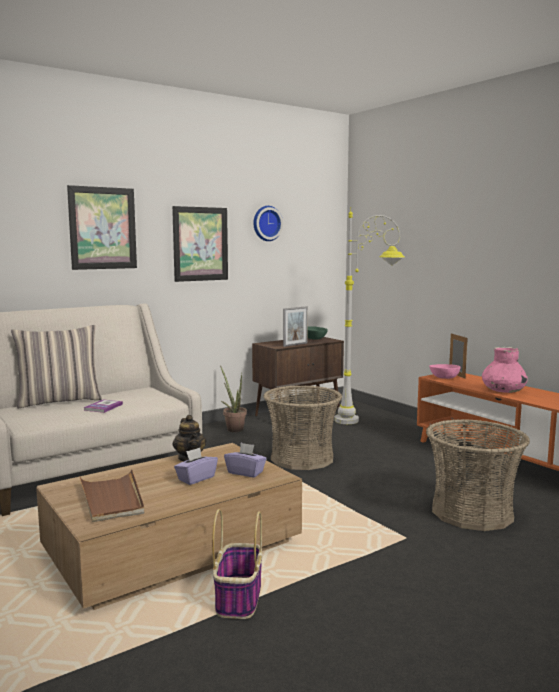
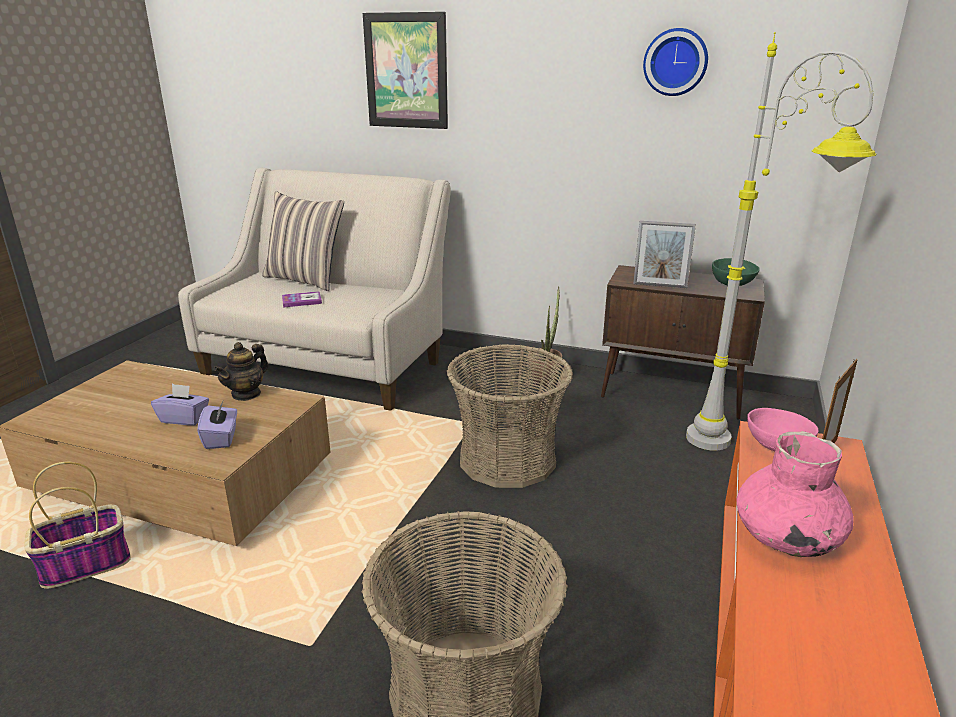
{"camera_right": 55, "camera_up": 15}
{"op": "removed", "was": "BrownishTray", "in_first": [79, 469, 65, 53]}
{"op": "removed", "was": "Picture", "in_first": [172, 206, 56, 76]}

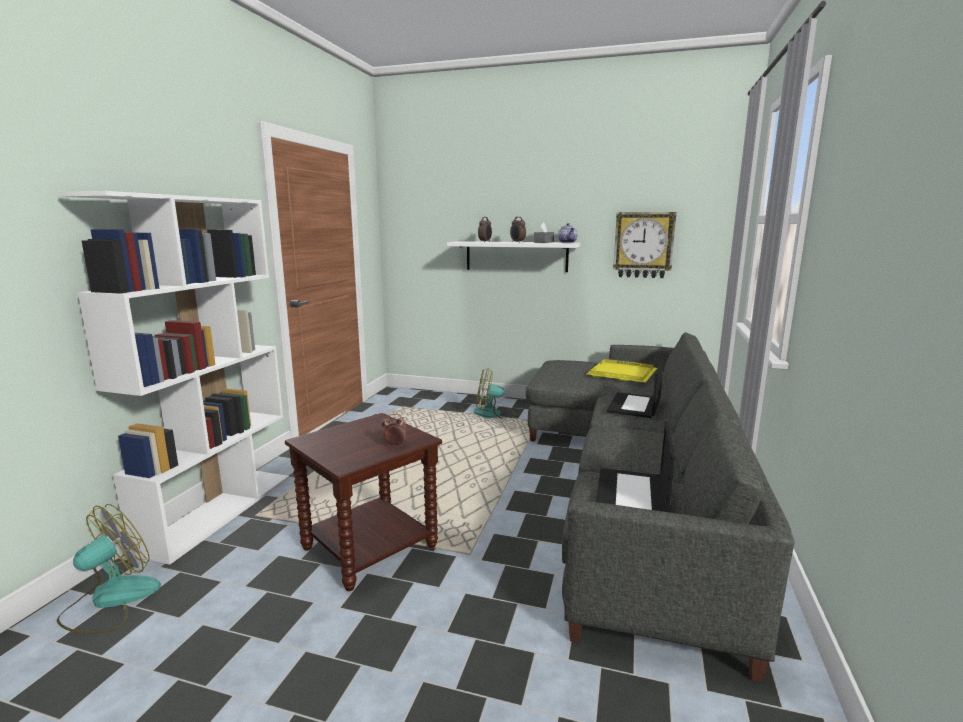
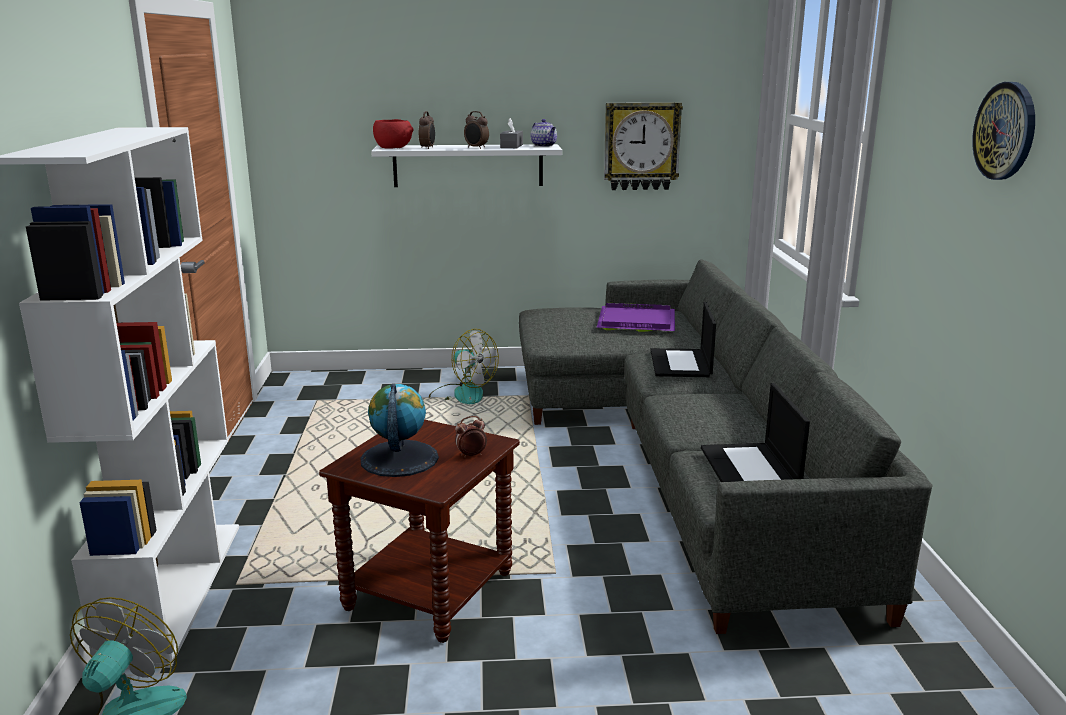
{"camera_right": -20, "camera_up": 5}
{"op": "added", "now": "Globe", "in_second": [360, 384, 79, 93]}
{"op": "added", "now": "RedDeepDish", "in_second": [373, 119, 41, 30]}
{"op": "turned", "was": "CoolingFan", "in_first": [474, 368, 41, 50], "in_second": [429, 329, 70, 75], "clockwise": -120}
{"op": "recoloured", "was": "YellowishTray", "now": "PurpleTray", "in_first": [587, 359, 70, 23], "in_second": [596, 303, 79, 29]}
{"op": "added", "now": "WallClock", "in_second": [972, 82, 63, 98]}

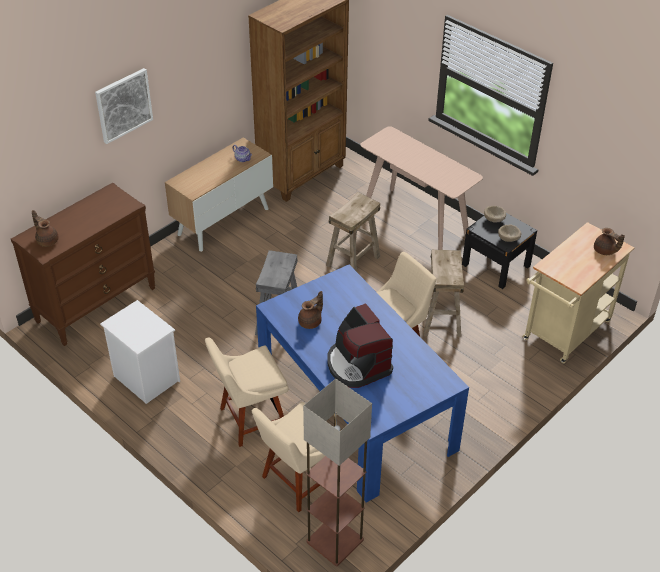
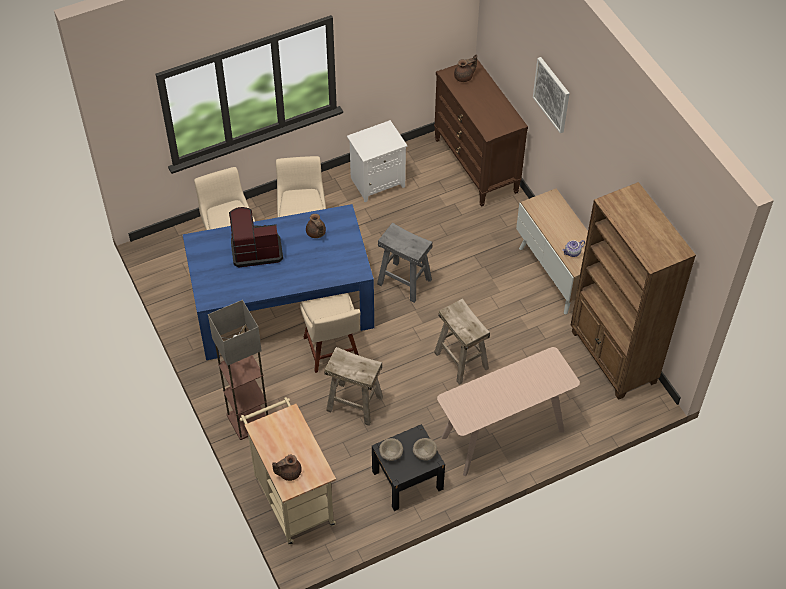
{"camera_right": 110, "camera_up": 10}
{"op": "moved", "was": "StandingLamp", "in_first": [303, 378, 69, 188], "in_second": [208, 300, 60, 140]}

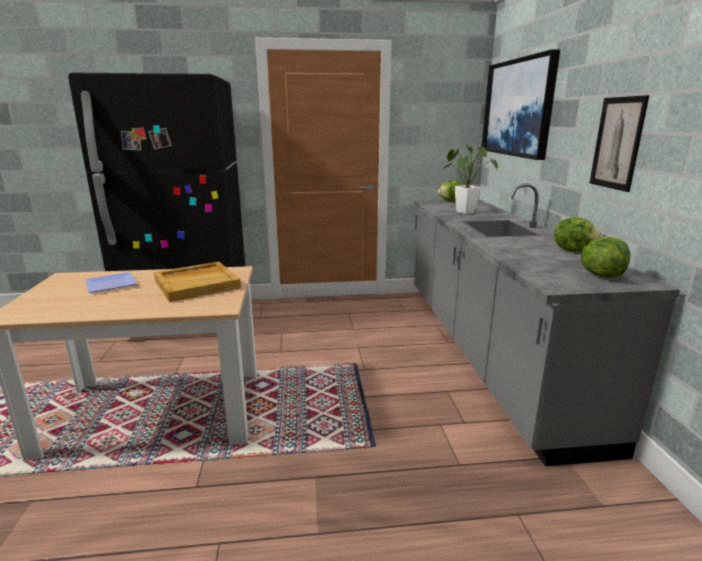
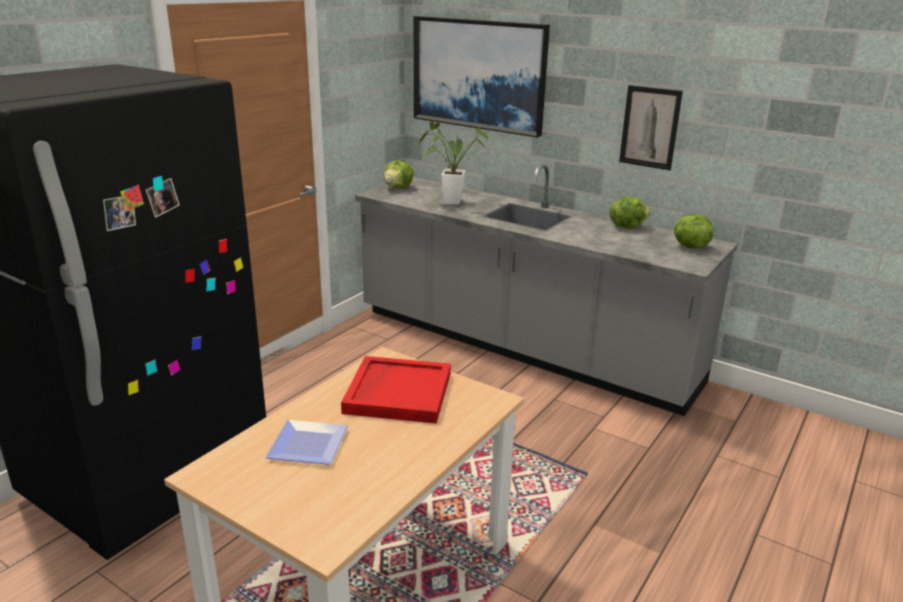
{"camera_right": -50, "camera_up": 5}
{"op": "recoloured", "was": "SandColouredTray", "now": "RedTray", "in_first": [154, 262, 87, 40], "in_second": [341, 356, 110, 68]}

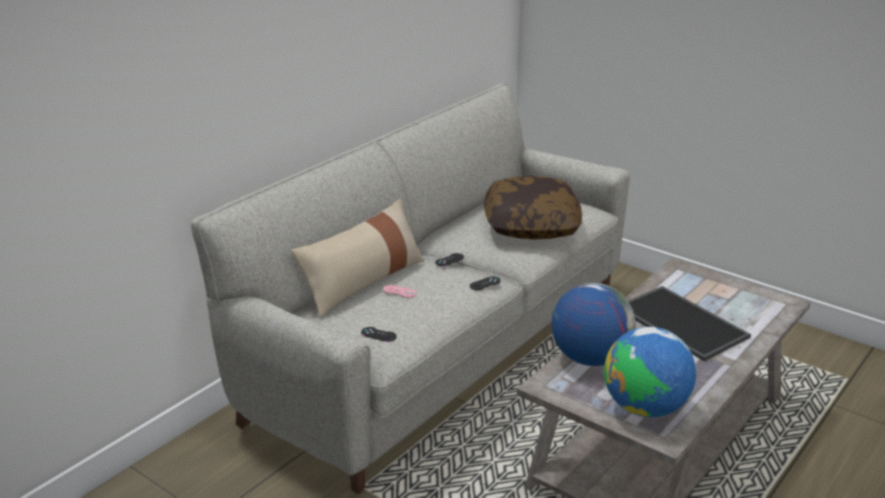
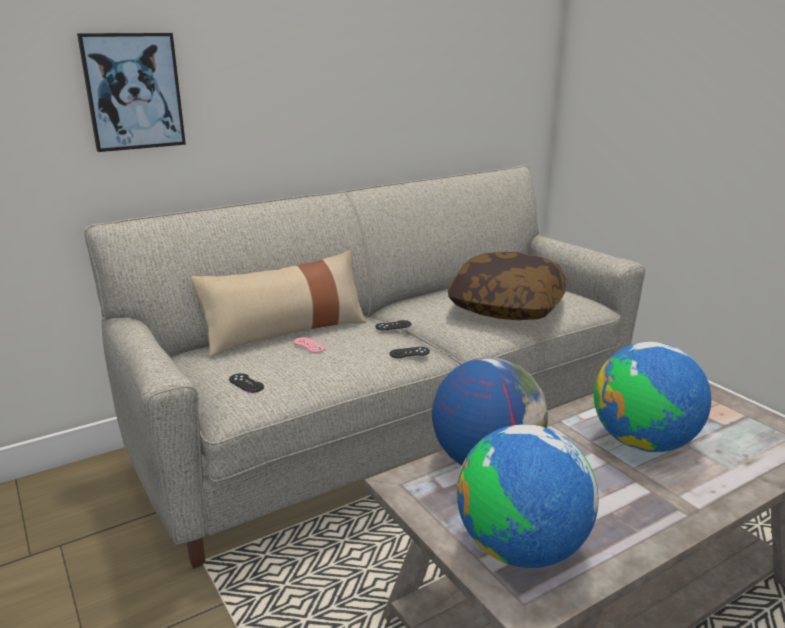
{"camera_right": 20, "camera_up": -5}
{"op": "added", "now": "Picture", "in_second": [77, 33, 109, 119]}
{"op": "replaced", "was": "Tray", "now": "Globe", "in_first": [628, 286, 123, 75], "in_second": [594, 342, 117, 111]}

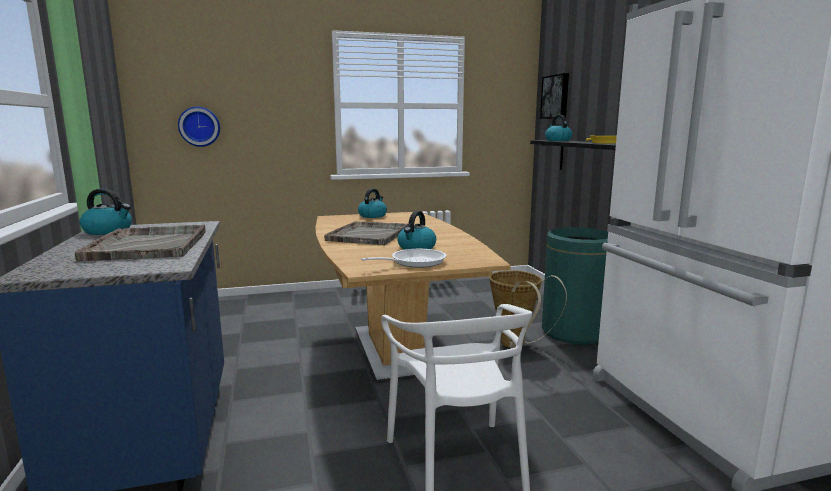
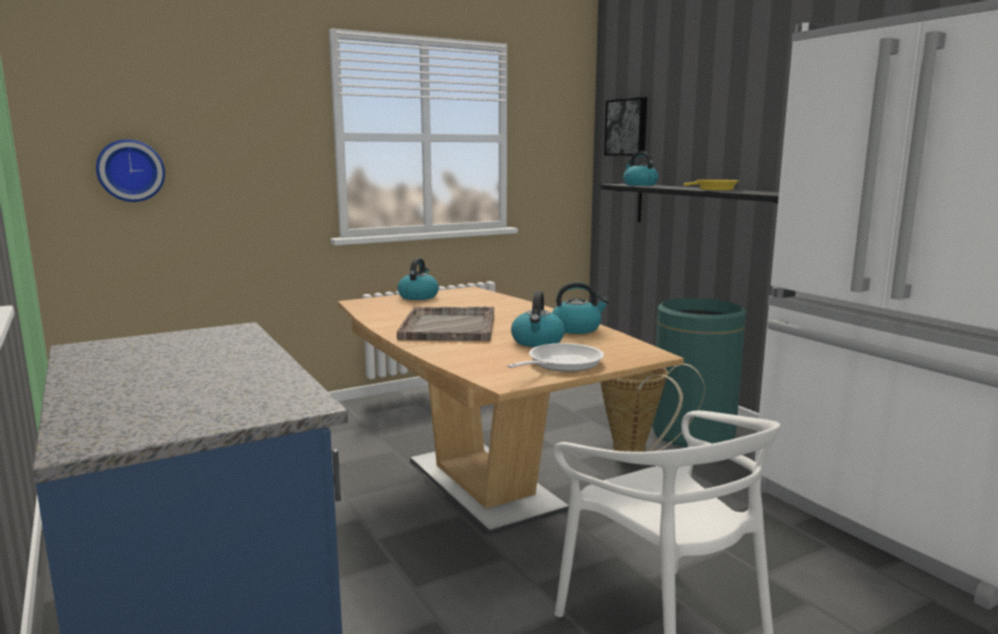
{"camera_right": -15, "camera_up": 0}
{"op": "moved", "was": "WaterKettle", "in_first": [80, 188, 52, 47], "in_second": [552, 282, 57, 52]}
{"op": "removed", "was": "GreyTray", "in_first": [75, 225, 131, 36]}

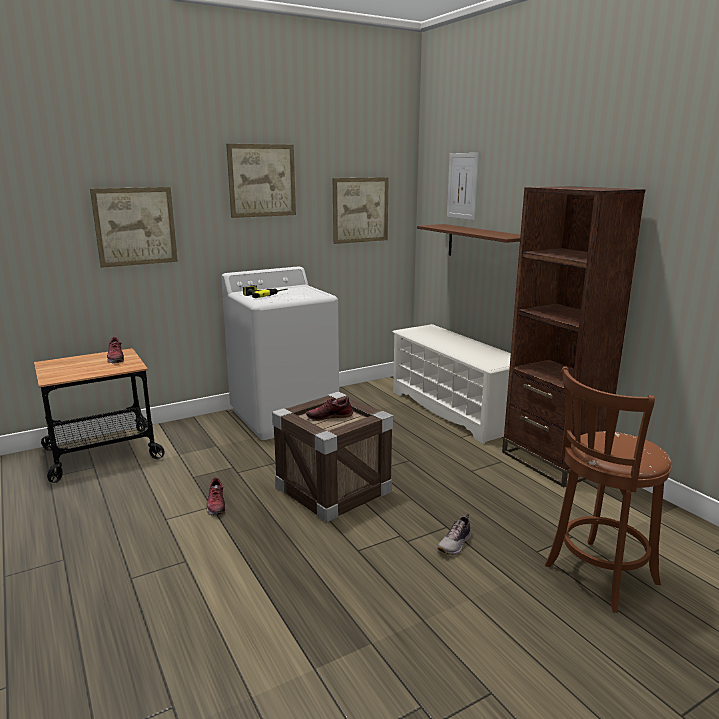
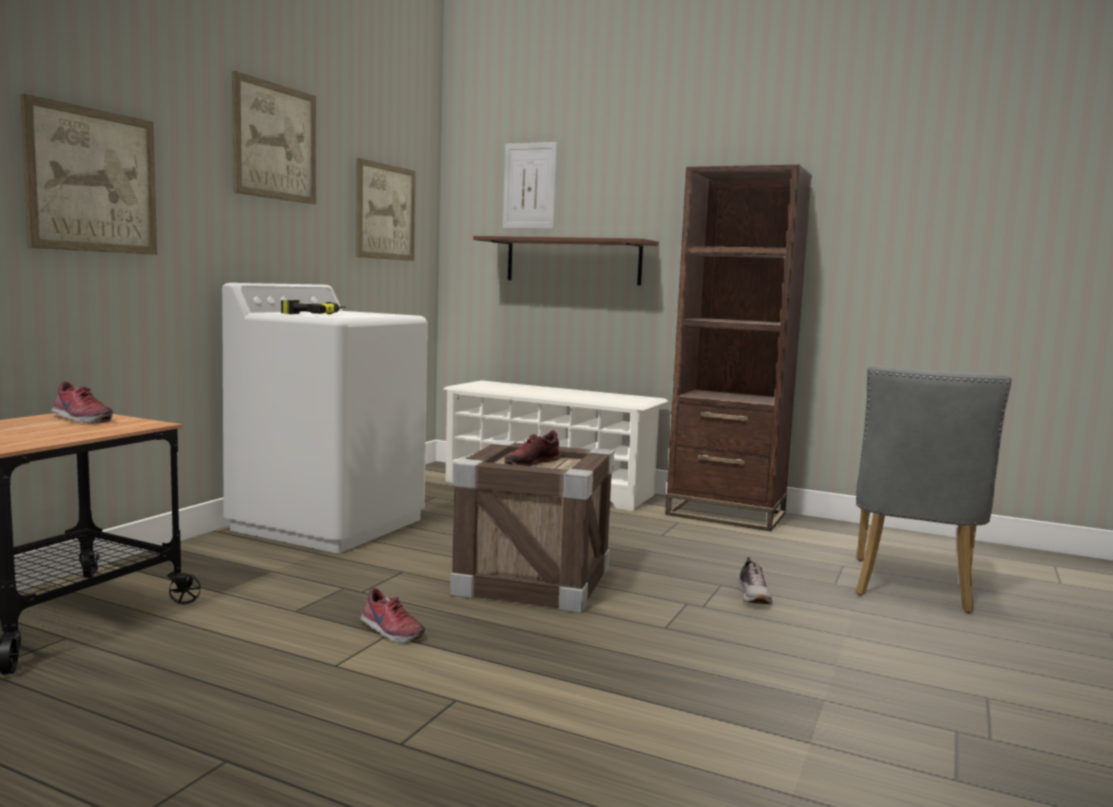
{"camera_right": -35, "camera_up": -10}
{"op": "replaced", "was": "BrownishSittingStool", "now": "GreyPlainChair", "in_first": [545, 366, 127, 247], "in_second": [856, 365, 156, 248]}

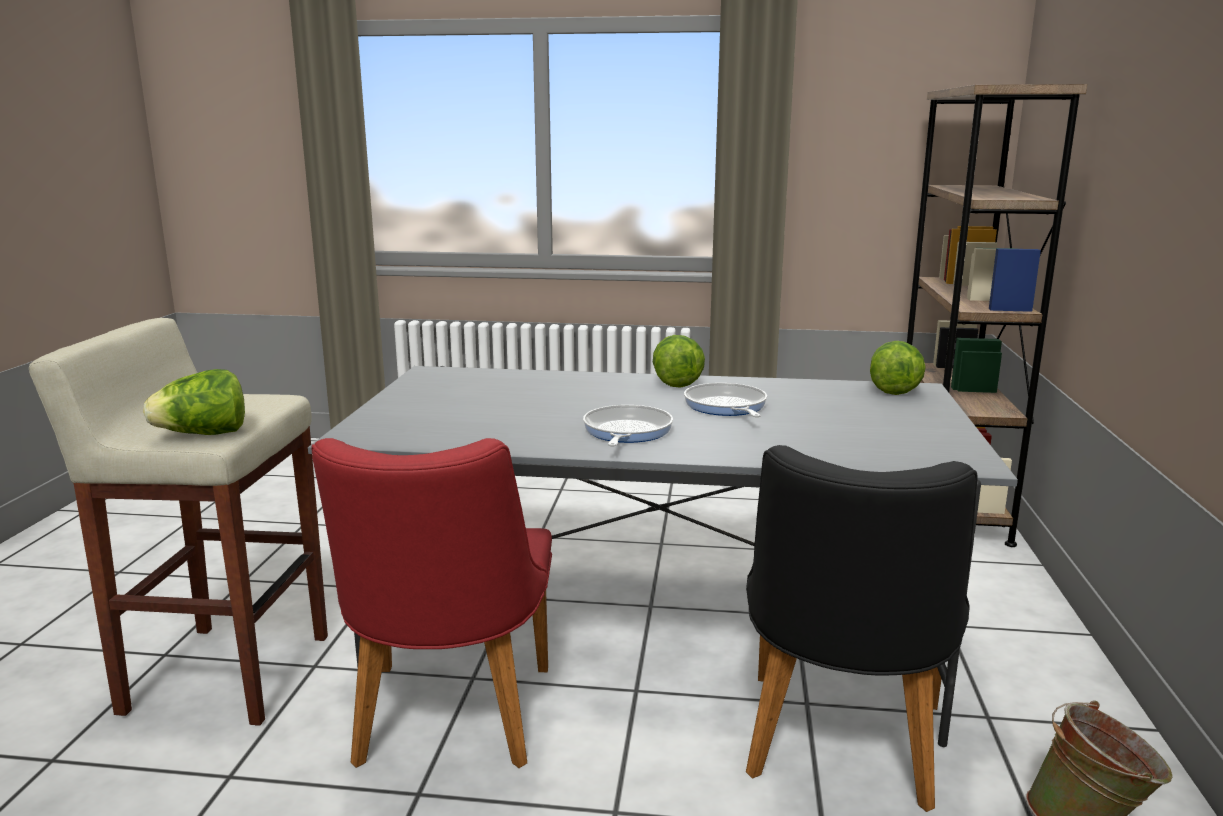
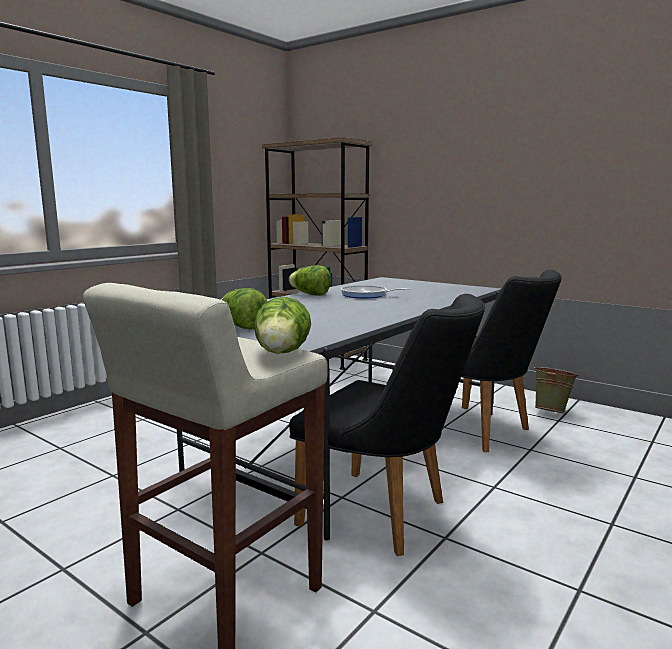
{"camera_right": -60, "camera_up": -5}
{"op": "moved", "was": "Lettuce", "in_first": [870, 341, 56, 54], "in_second": [221, 288, 46, 42]}
{"op": "recoloured", "was": "RedPlainChair", "now": "BlackishPlainChair", "in_first": [311, 438, 241, 330], "in_second": [289, 294, 196, 262]}
{"op": "removed", "was": "FryingPan", "in_first": [583, 405, 90, 42]}

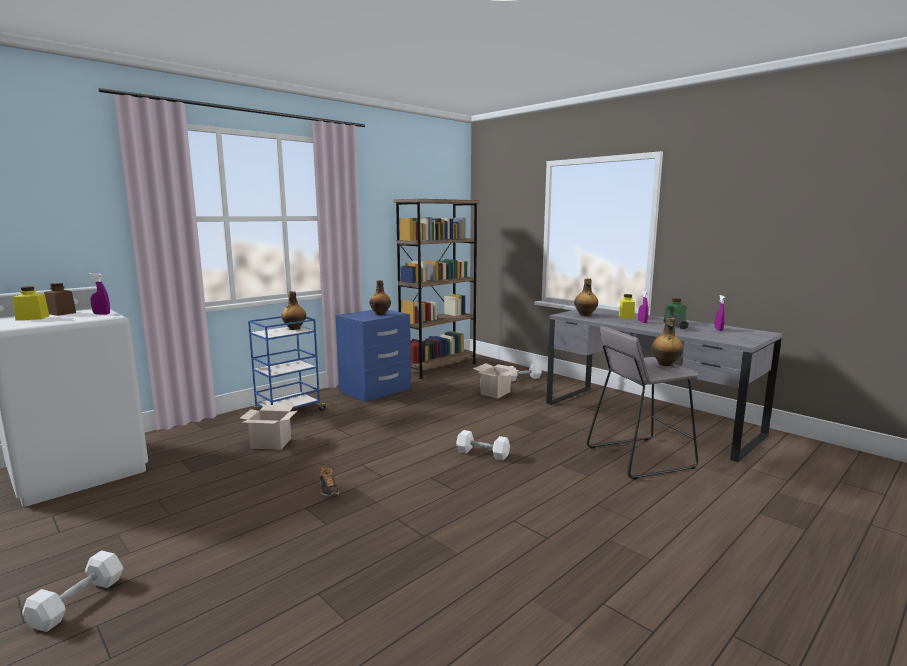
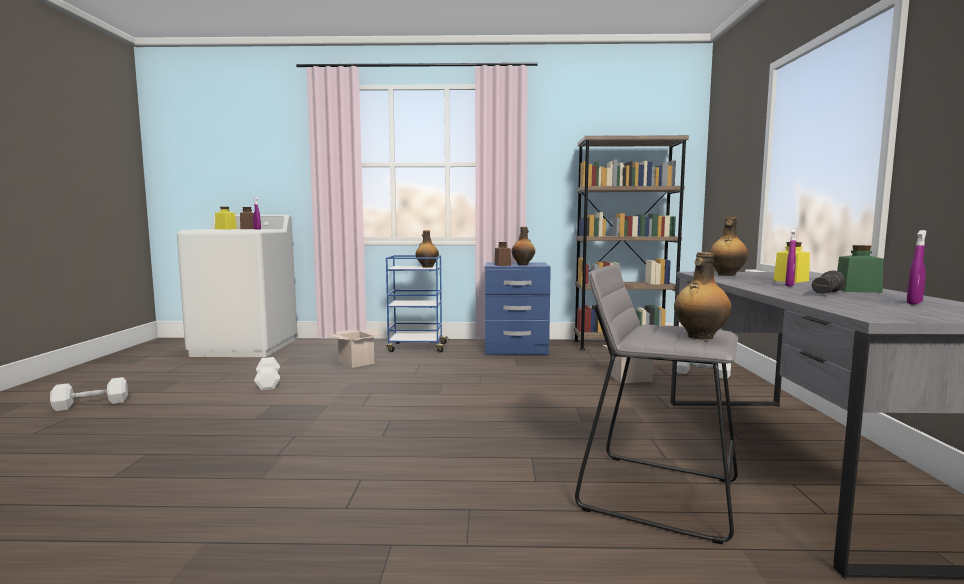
{"camera_right": 45, "camera_up": -5}
{"op": "moved", "was": "WhitishFreeWeight", "in_first": [456, 430, 54, 31], "in_second": [254, 357, 26, 33]}
{"op": "added", "now": "BrownishStorageJar", "in_second": [494, 242, 17, 24]}
{"op": "removed", "was": "Shoe", "in_first": [319, 466, 20, 30]}

